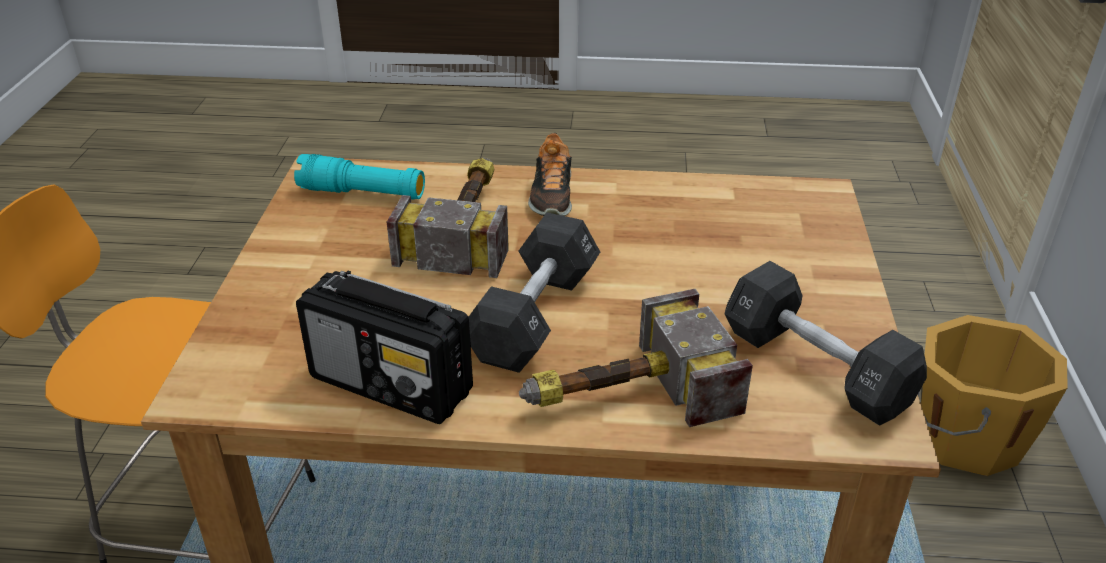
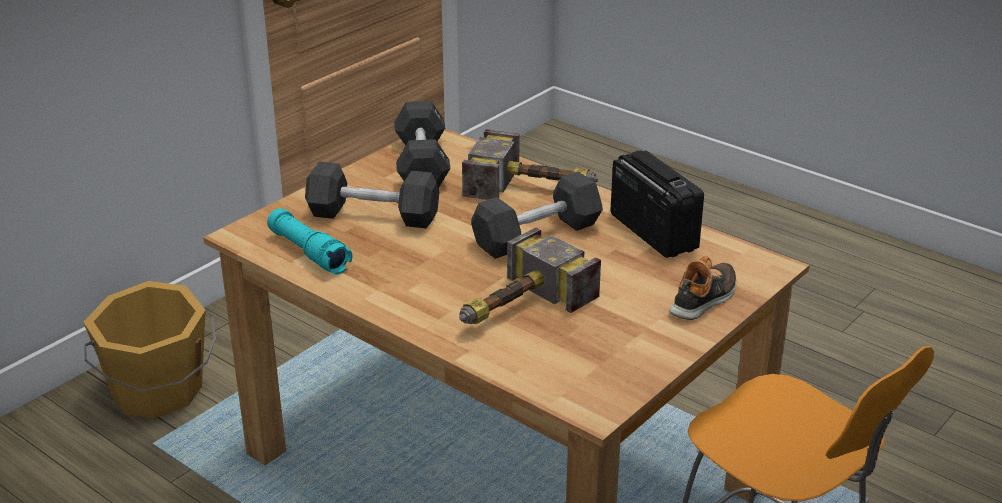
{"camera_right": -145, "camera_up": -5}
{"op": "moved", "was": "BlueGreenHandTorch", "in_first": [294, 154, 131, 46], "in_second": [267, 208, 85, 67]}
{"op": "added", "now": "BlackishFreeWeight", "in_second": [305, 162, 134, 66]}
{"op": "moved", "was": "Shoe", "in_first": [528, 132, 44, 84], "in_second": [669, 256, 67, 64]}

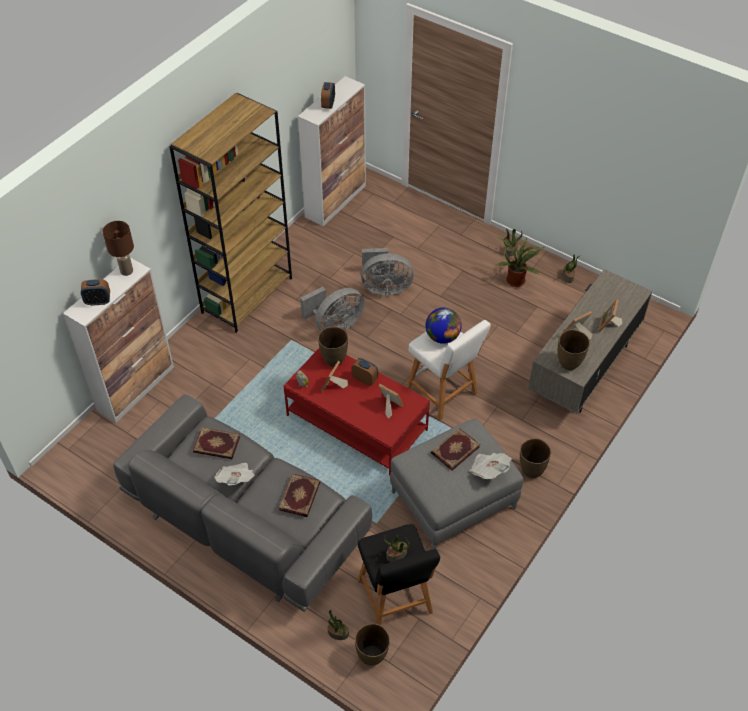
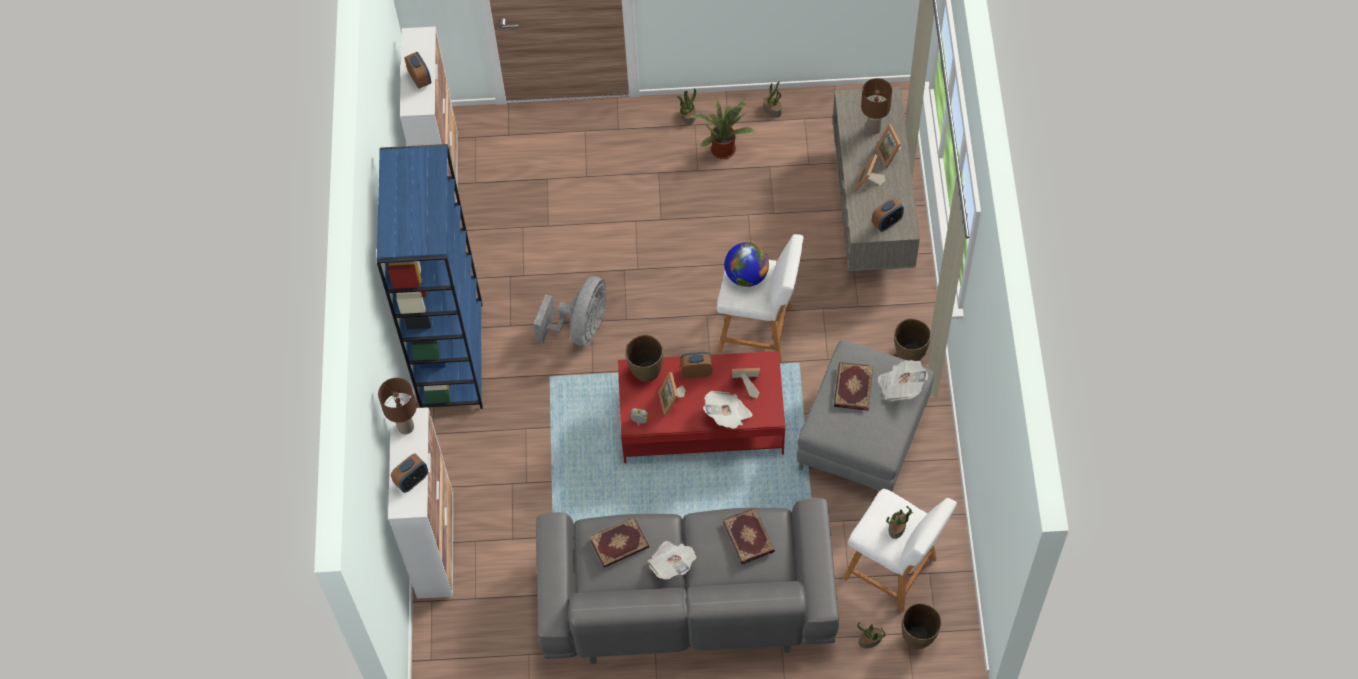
{"camera_right": -35, "camera_up": 10}
{"op": "recoloured", "was": "BrownishShelvingUnit", "now": "BluishShelvingUnit", "in_first": [169, 93, 123, 240], "in_second": [377, 144, 106, 265]}
{"op": "added", "now": "PrintedPaper", "in_second": [703, 391, 49, 38]}
{"op": "recoloured", "was": "BlackishSittingStool", "now": "WhitishSittingStool", "in_first": [357, 524, 83, 101], "in_second": [843, 489, 114, 124]}
{"op": "added", "now": "BrownishLampForATable", "in_second": [861, 78, 31, 57]}
{"op": "replaced", "was": "BrownishFlowerVase", "now": "AlarmClock", "in_first": [558, 329, 32, 41], "in_second": [872, 197, 32, 35]}
{"op": "removed", "was": "GreyCoolingFan", "in_first": [361, 248, 53, 47]}

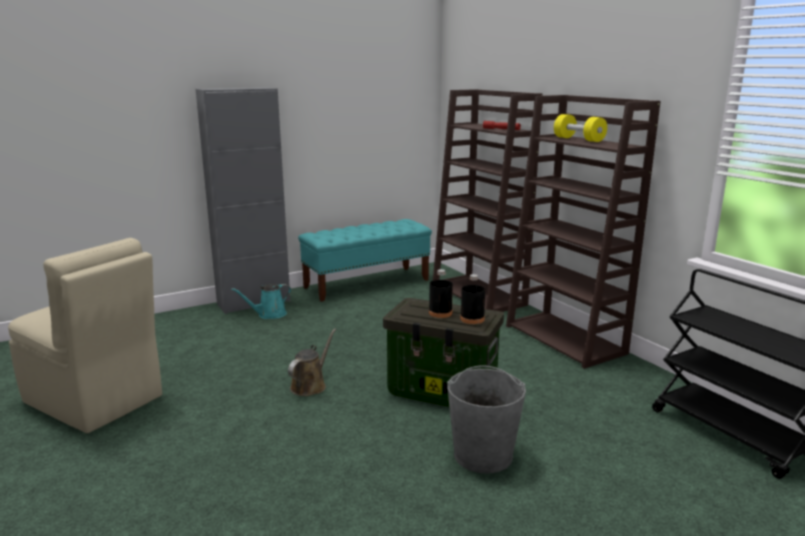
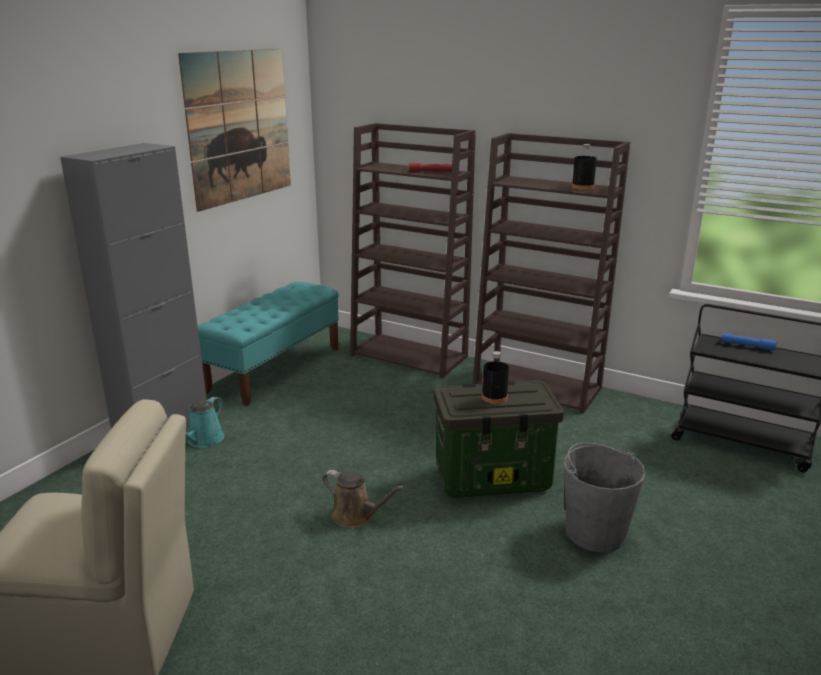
{"camera_right": -30, "camera_up": 5}
{"op": "added", "now": "Picture", "in_second": [178, 49, 113, 163]}
{"op": "turned", "was": "BrownishSprinklingCan", "in_first": [288, 329, 48, 67], "in_second": [322, 470, 82, 58], "clockwise": 120}
{"op": "moved", "was": "BlackishBeverageBottle", "in_first": [460, 274, 25, 50], "in_second": [572, 144, 25, 46]}
{"op": "added", "now": "BluishHandTorch", "in_second": [721, 333, 56, 18]}
{"op": "removed", "was": "YellowishFreeWeight", "in_first": [554, 114, 53, 28]}

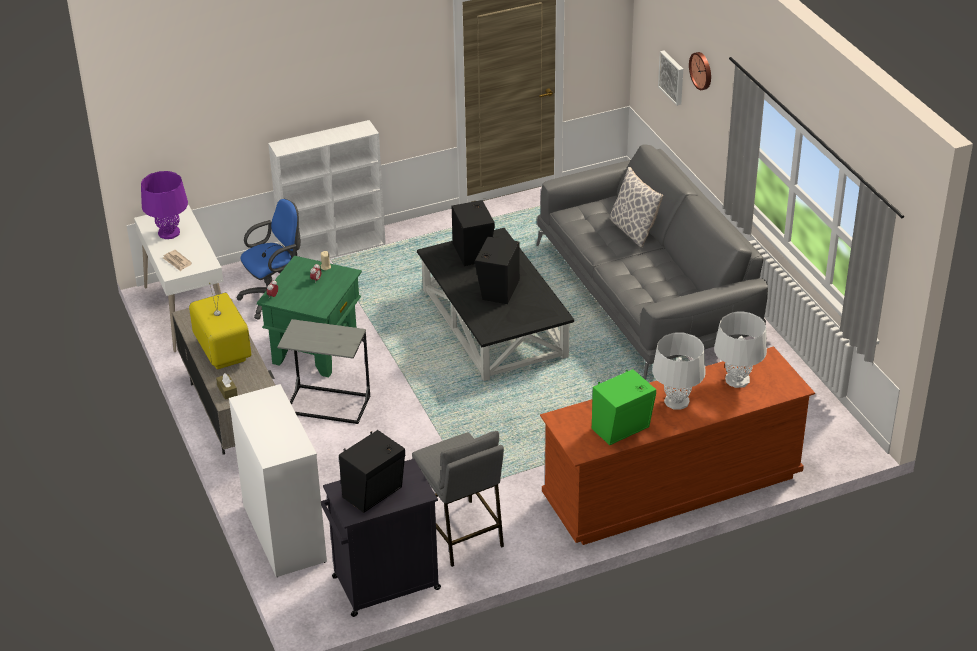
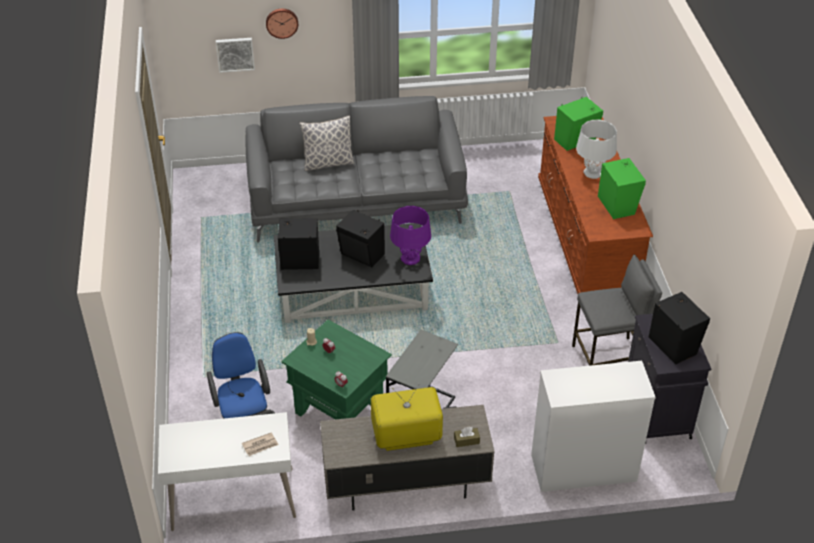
{"camera_right": -75, "camera_up": 5}
{"op": "moved", "was": "PurpleLampForATable", "in_first": [141, 171, 47, 68], "in_second": [390, 206, 41, 59]}
{"op": "replaced", "was": "WhitishLampForATable", "now": "GreenColouredLoudspeaker", "in_first": [714, 312, 53, 76], "in_second": [554, 97, 49, 54]}
{"op": "removed", "was": "WhitishShelvingUnit", "in_first": [268, 120, 118, 141]}

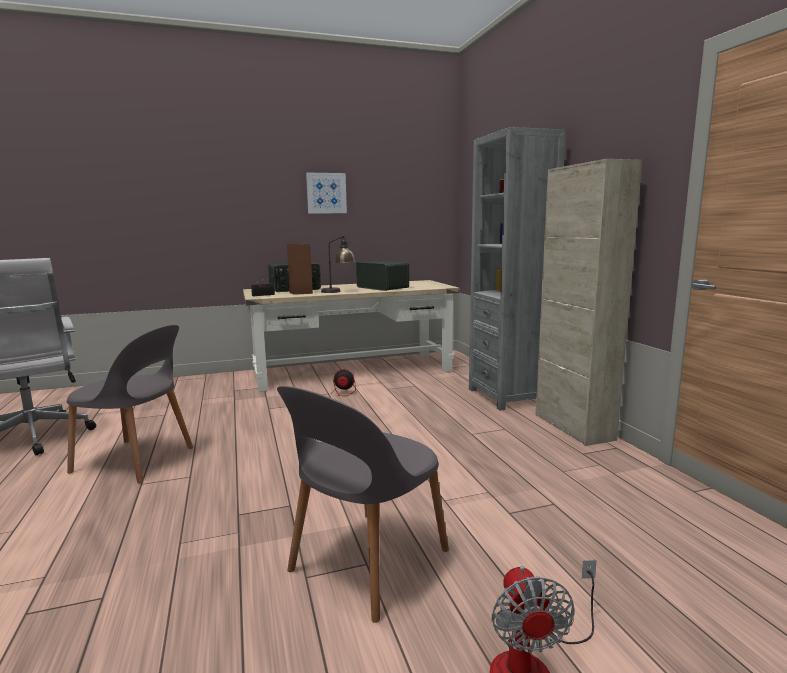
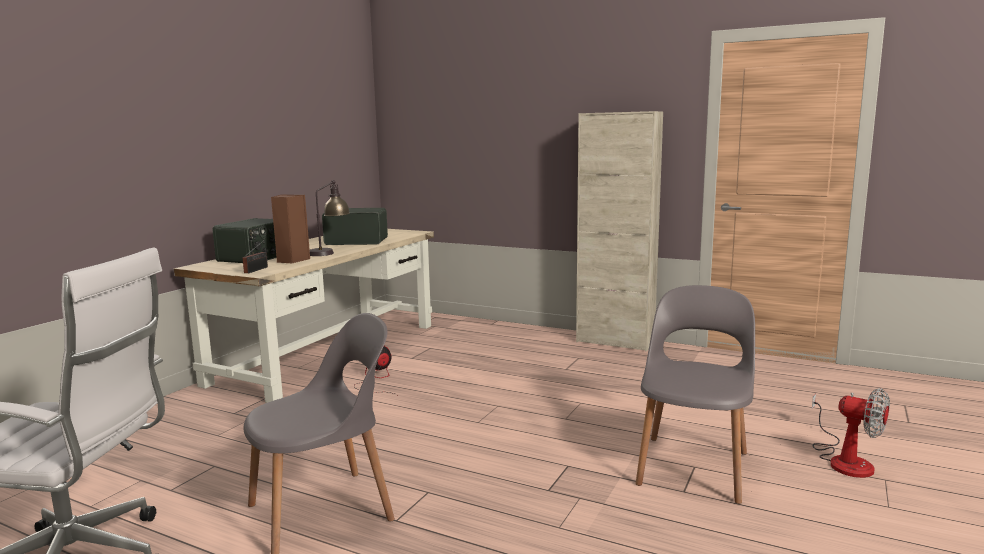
{"camera_right": -45, "camera_up": 0}
{"op": "turned", "was": "GreyPlainChair", "in_first": [277, 386, 172, 237], "in_second": [635, 285, 120, 219], "clockwise": -150}
{"op": "removed", "was": "Picture", "in_first": [306, 173, 41, 41]}
{"op": "removed", "was": "GreyShelvingUnit", "in_first": [469, 127, 97, 284]}

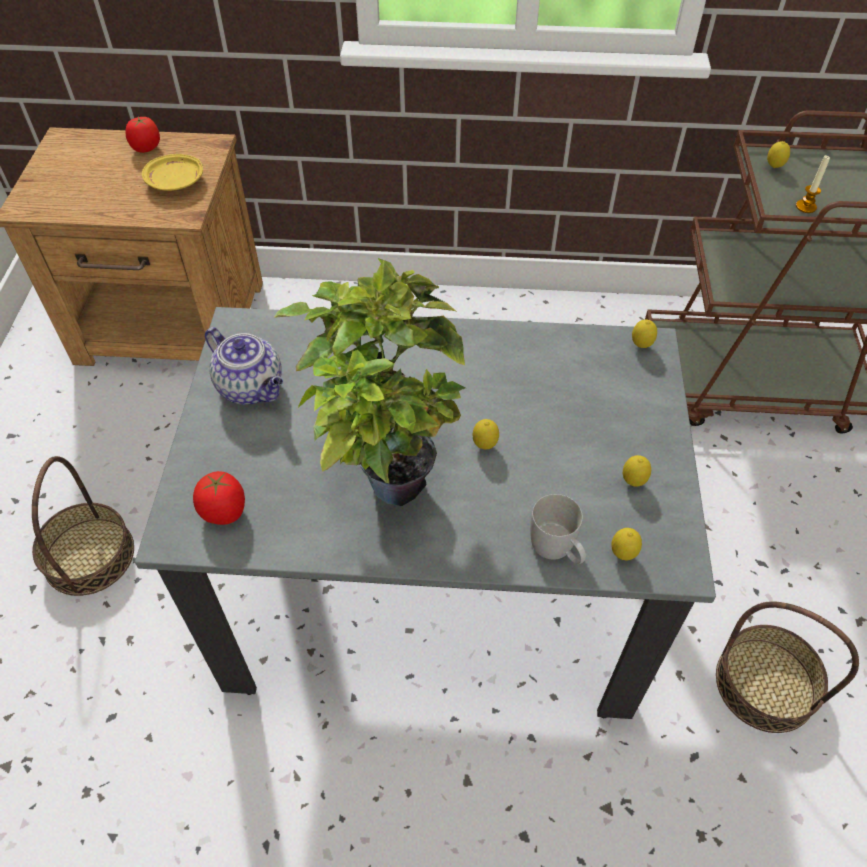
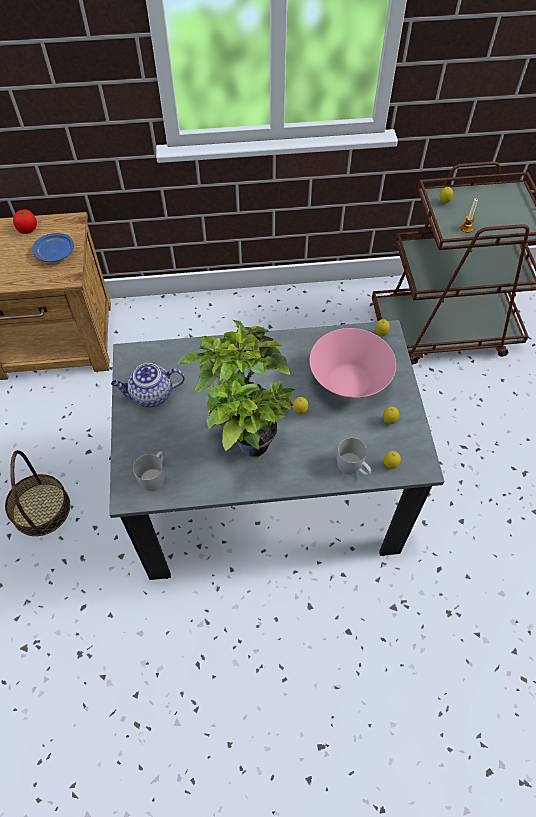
{"camera_right": -10, "camera_up": 5}
{"op": "recoloured", "was": "YellowishDinnerPlate", "now": "BluishDinnerPlate", "in_first": [142, 154, 61, 37], "in_second": [32, 233, 42, 29]}
{"op": "turned", "was": "TeaPot", "in_first": [205, 327, 78, 78], "in_second": [111, 363, 74, 44], "clockwise": 135}
{"op": "replaced", "was": "WholeTomato", "now": "WhitishCoffeeMug", "in_first": [193, 471, 52, 54], "in_second": [133, 451, 32, 40]}
{"op": "added", "now": "PinkColouredDeepDish", "in_second": [310, 328, 86, 70]}
{"op": "removed", "was": "Basket", "in_first": [716, 601, 143, 132]}

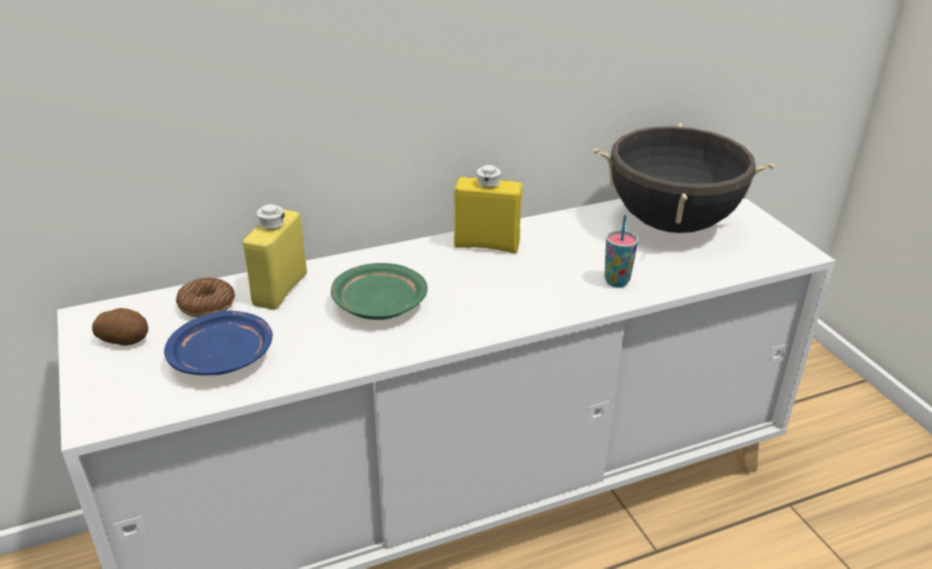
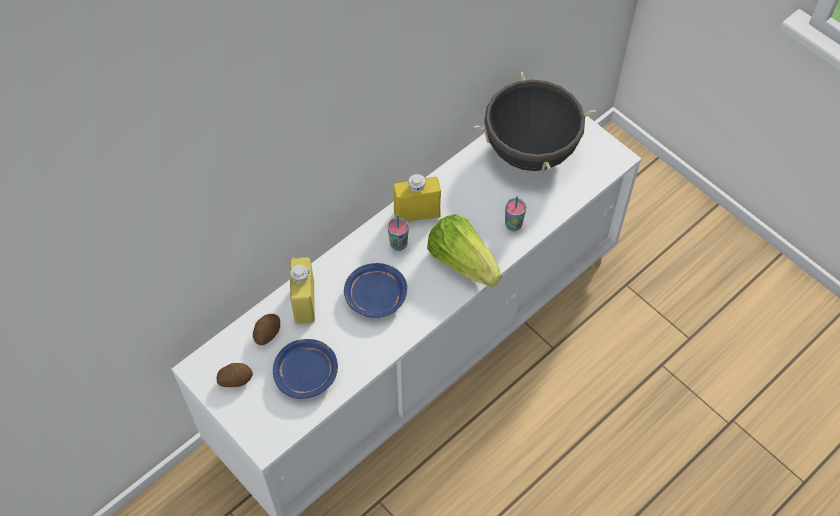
{"camera_right": -20, "camera_up": 25}
{"op": "replaced", "was": "Donut", "now": "Spud", "in_first": [176, 278, 59, 40], "in_second": [253, 314, 27, 31]}
{"op": "recoloured", "was": "GreenColouredDinnerPlate", "now": "BluishDinnerPlate", "in_first": [331, 263, 97, 57], "in_second": [344, 263, 63, 55]}
{"op": "added", "now": "SmallCup", "in_second": [387, 216, 22, 35]}
{"op": "added", "now": "Lettuce", "in_second": [427, 214, 74, 73]}

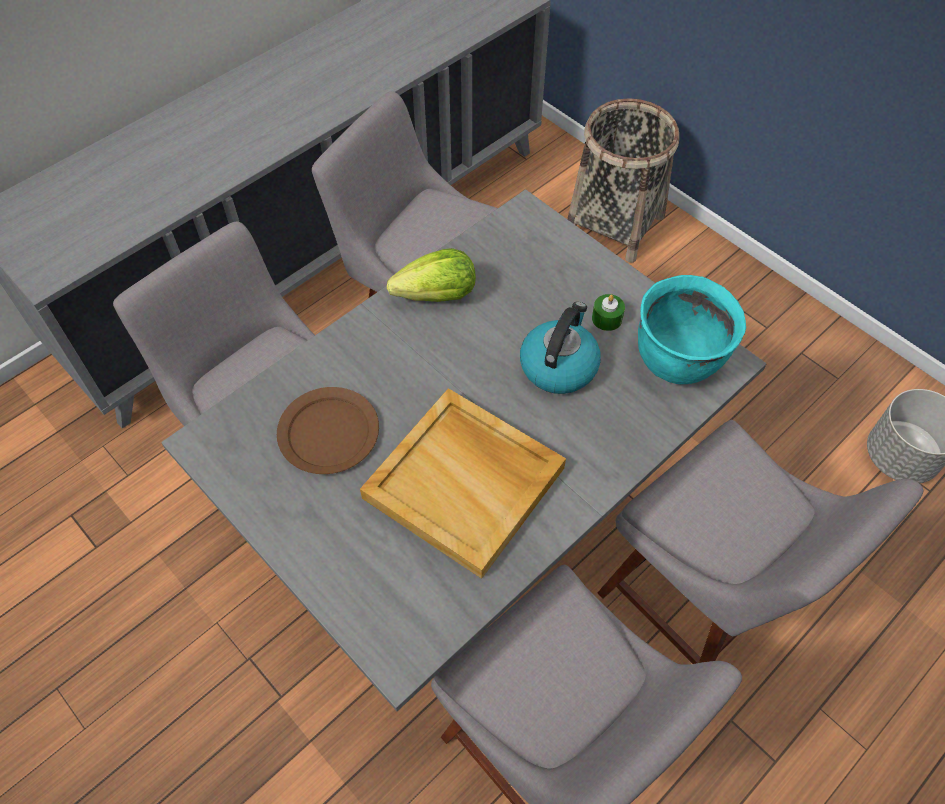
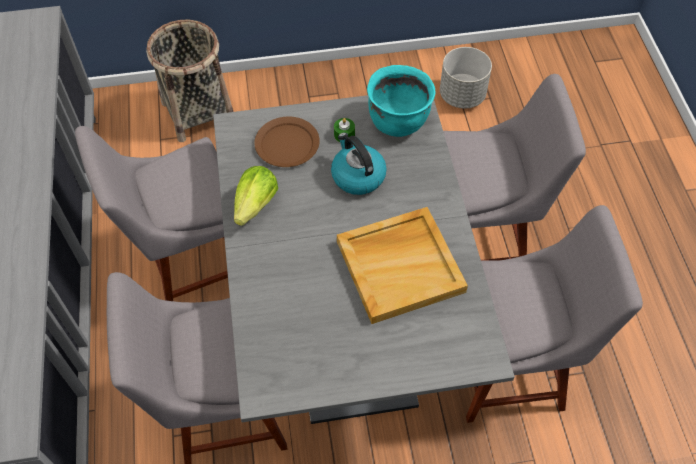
{"camera_right": -55, "camera_up": 0}
{"op": "moved", "was": "BrownishDinnerPlate", "in_first": [277, 387, 102, 87], "in_second": [254, 117, 66, 50]}

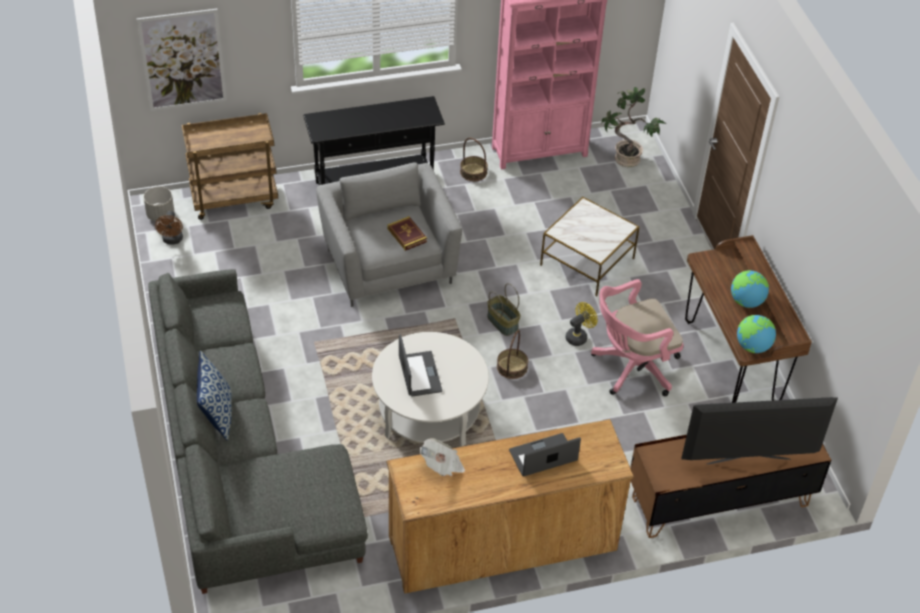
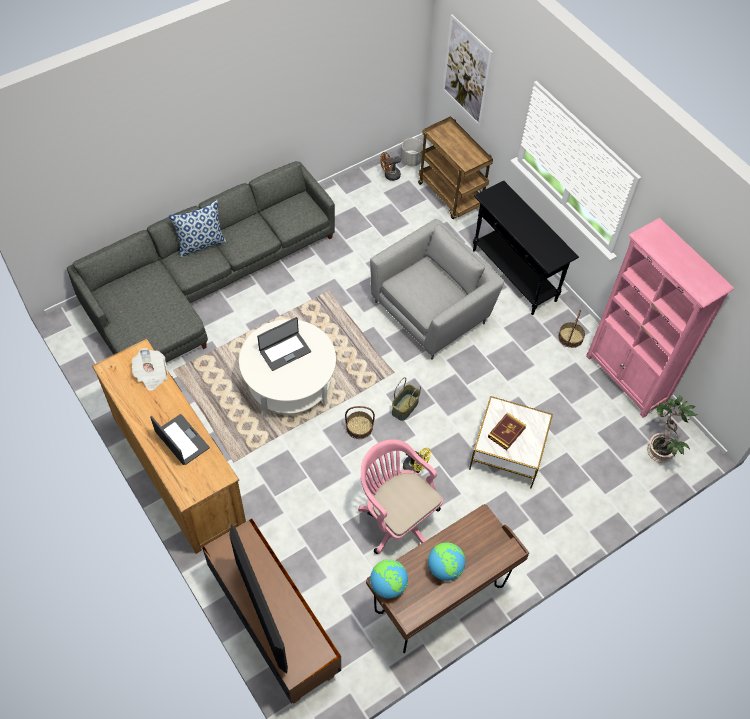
{"camera_right": 70, "camera_up": 10}
{"op": "moved", "was": "Volume", "in_first": [388, 216, 39, 35], "in_second": [488, 412, 38, 38]}

